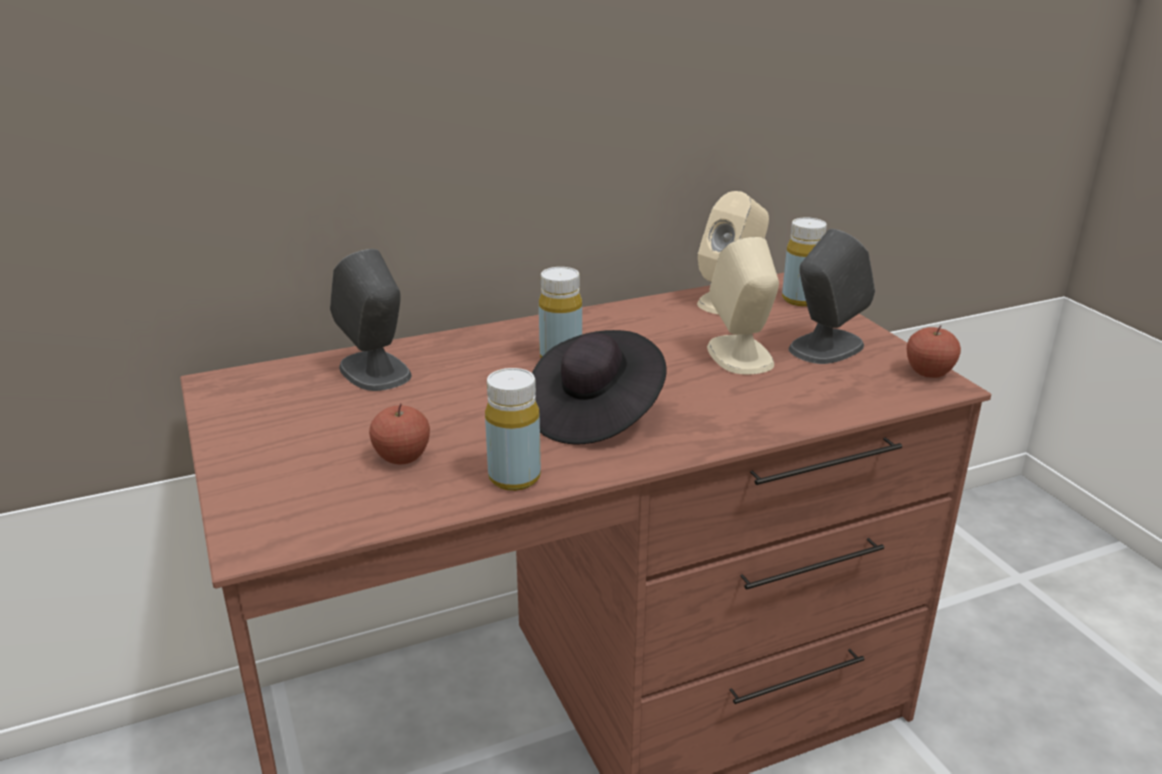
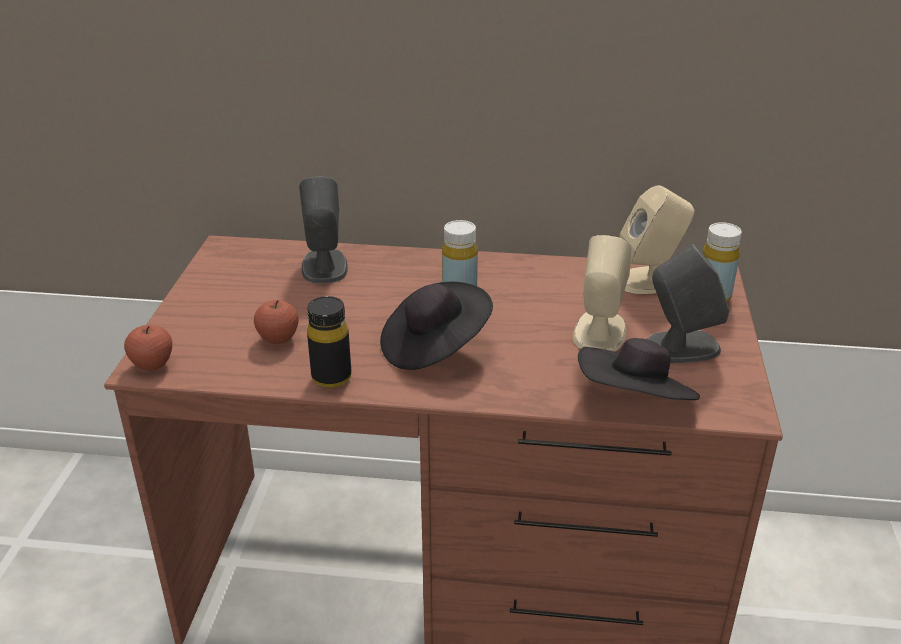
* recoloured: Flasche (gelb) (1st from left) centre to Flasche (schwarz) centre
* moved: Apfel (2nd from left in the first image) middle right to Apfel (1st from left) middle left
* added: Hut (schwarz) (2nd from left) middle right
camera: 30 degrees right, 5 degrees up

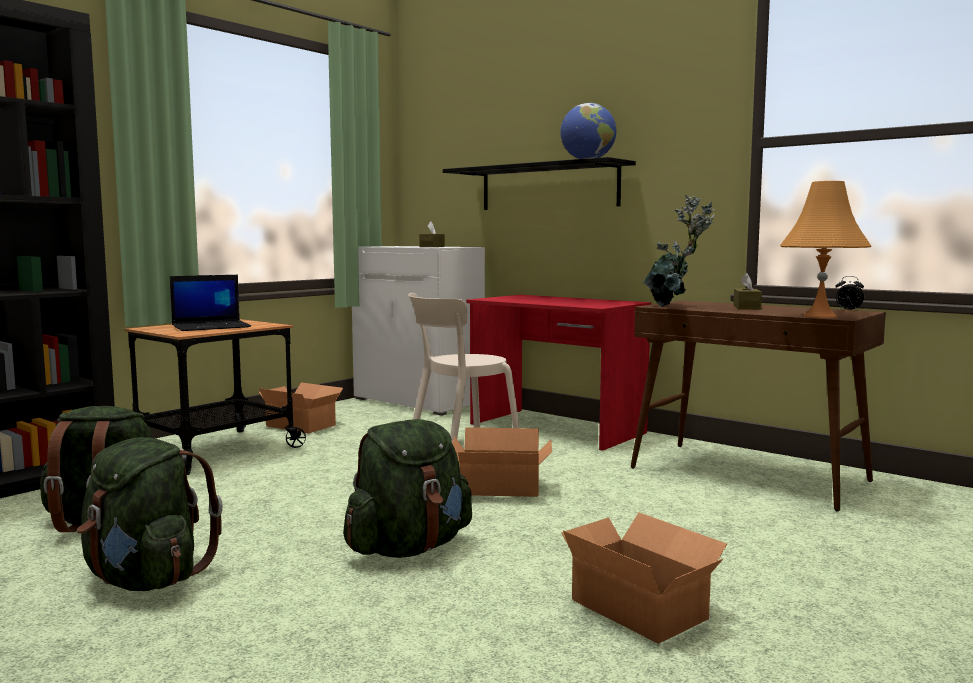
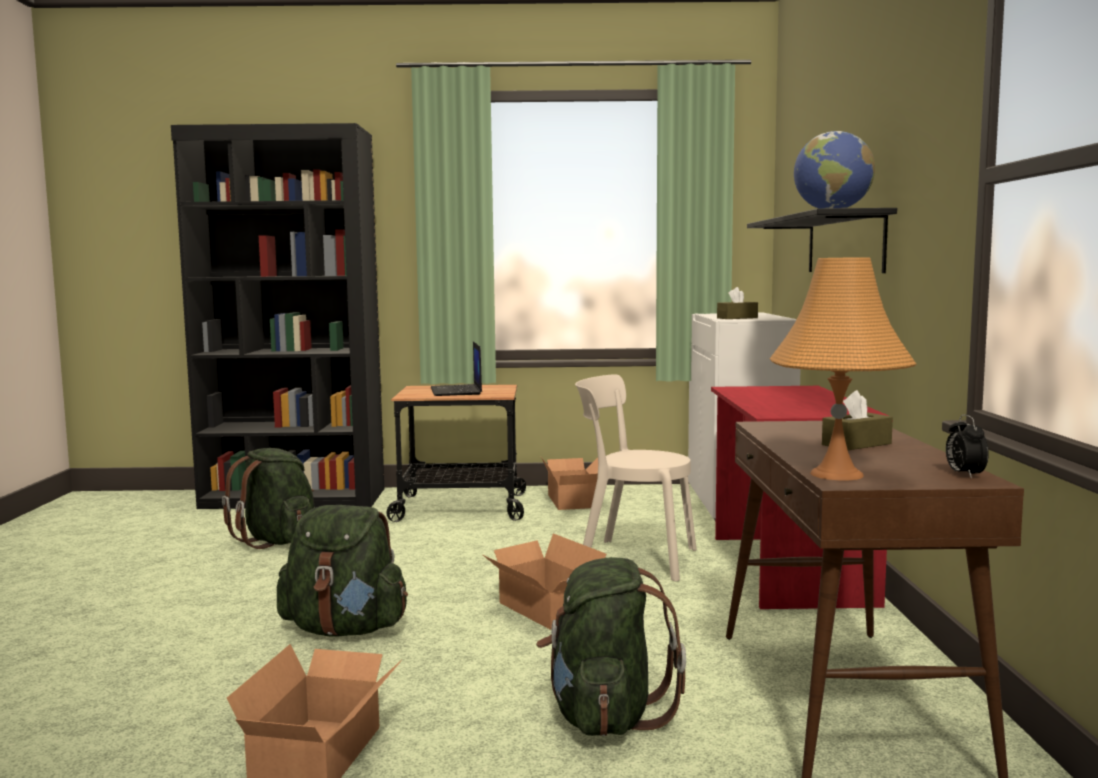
* moved: Rucksack (grün) (2nd from left in the first image) bottom left to Rucksack (grün) (3rd from left) bottom centre
* turned: Laptop middle left = centre 60 degrees clockwise
* removed: Topfpflanze middle right
camera: 50 degrees right, 0 degrees up

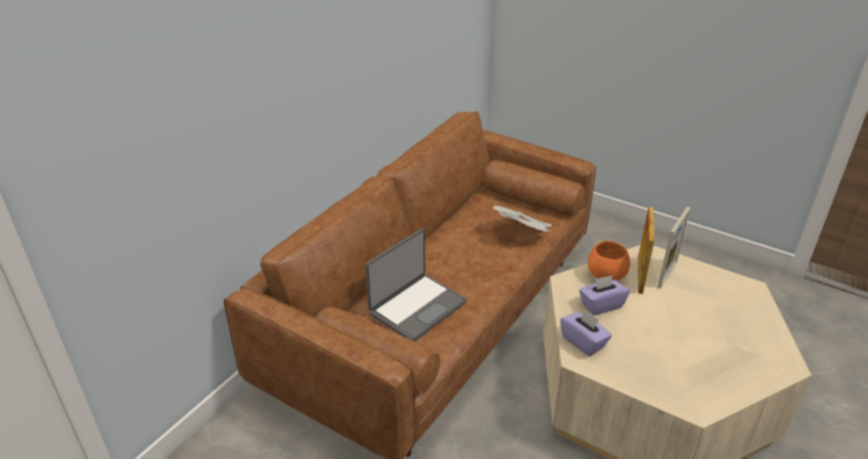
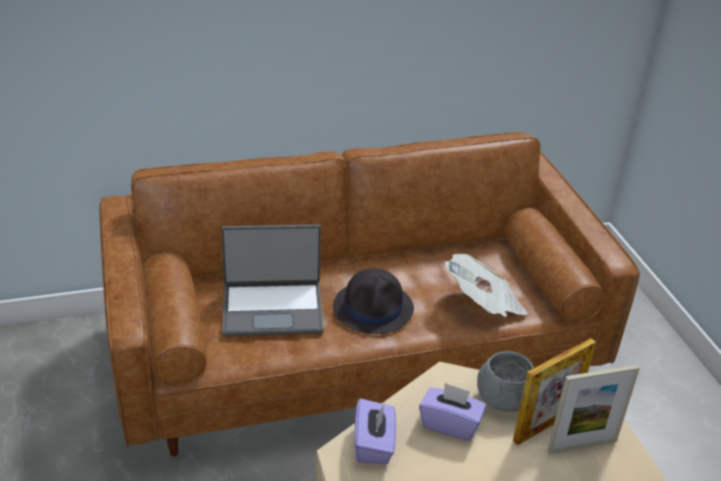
* recoloured: Schüssel (orange) middle right to Schüssel (grau) bottom right
* added: Hut (schwarz) centre
camera: 40 degrees right, 0 degrees up

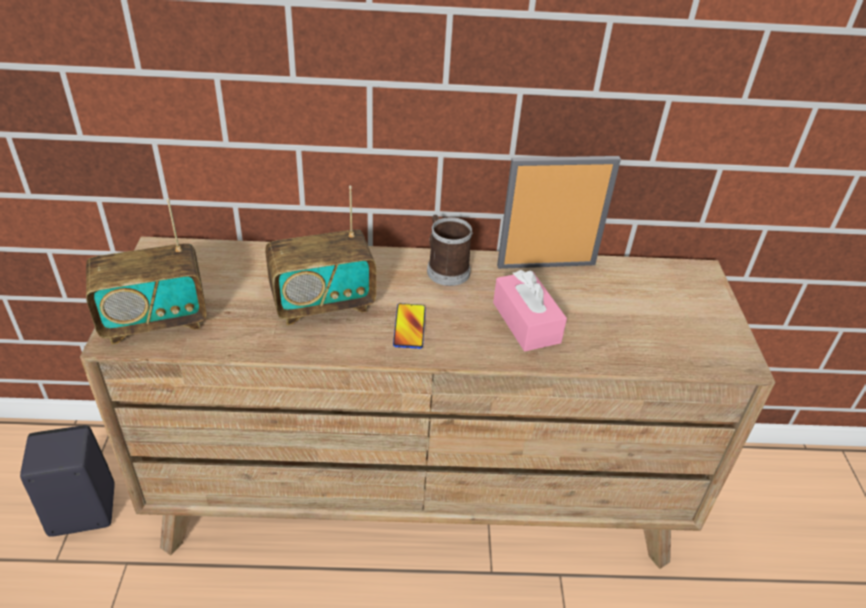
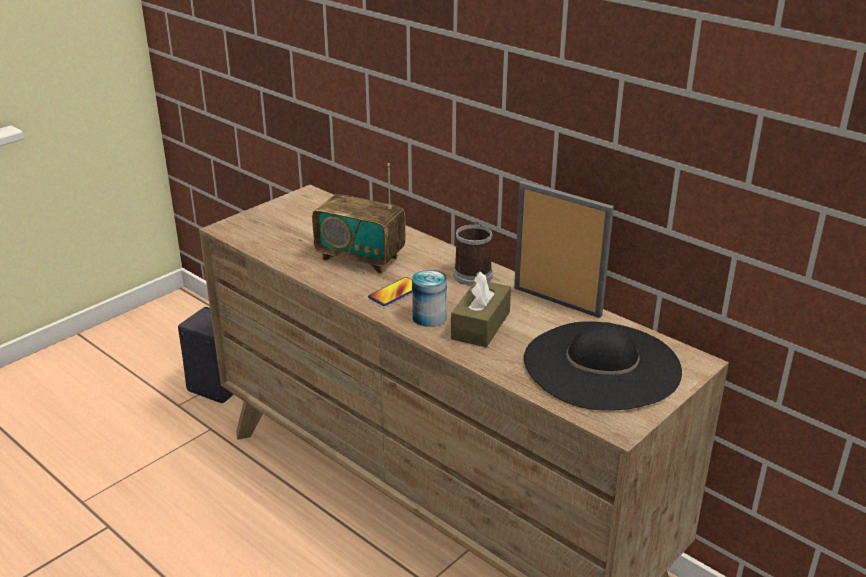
* removed: Radio (1st from left) middle left
* recoloured: Taschentuchbox (rosa) centre to Taschentuchbox (braun) centre
* added: Dose centre
* added: Hut (schwarz) middle right
camera: 45 degrees right, 10 degrees down

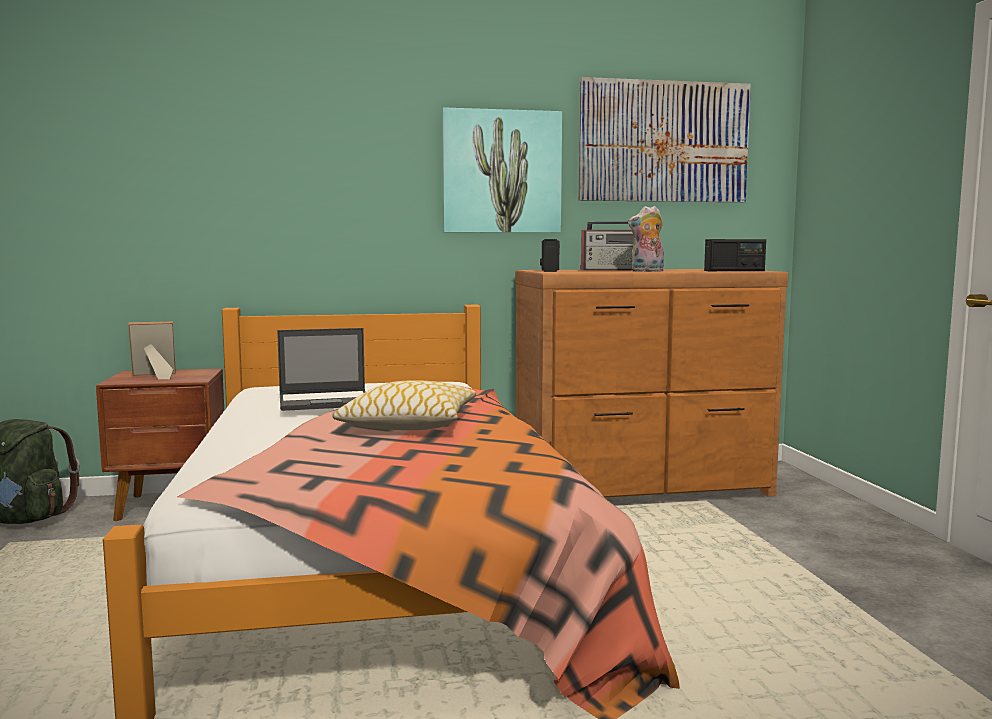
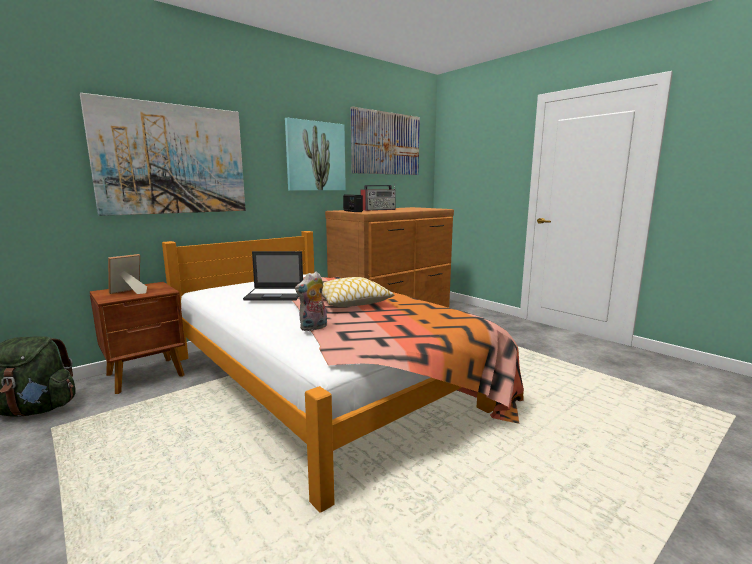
* turned: Laptop middle left = centre 45 degrees clockwise
* moved: Plüschtier top centre to centre
* removed: Radio (3rd from left) middle right
* added: Bild (1st from left) top left
camera: 30 degrees left, 5 degrees up

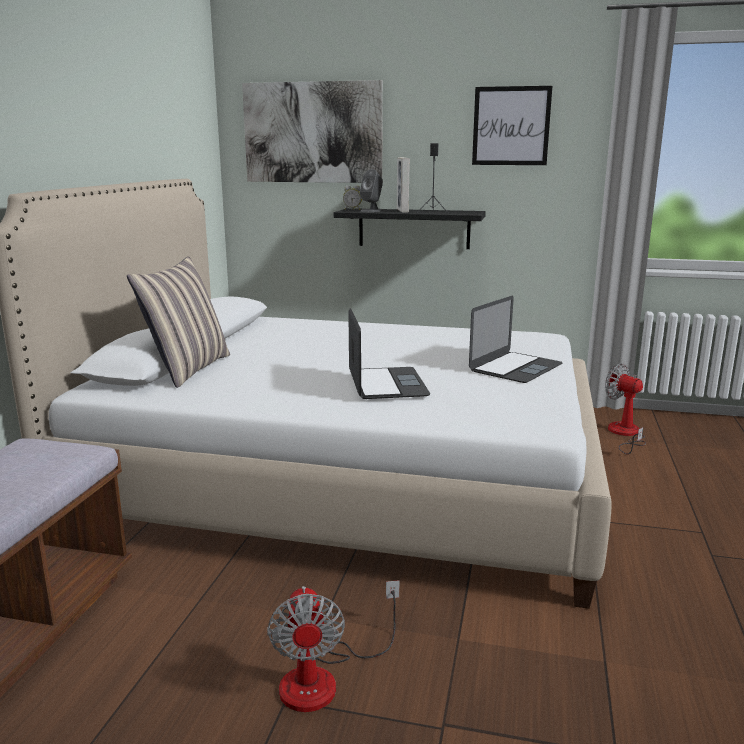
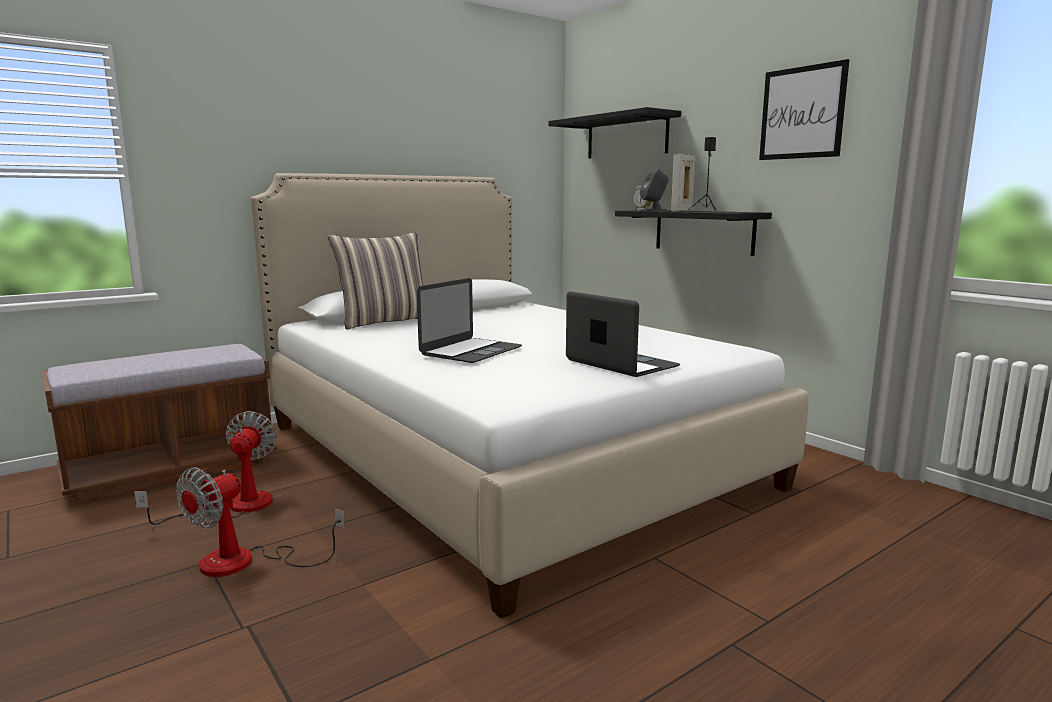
* replaced: Bild (1st from left) top centre to Wandregal (schwarz) (1st from left) top centre
* turned: Laptop (2nd from left) middle right = centre 120 degrees counterclockwise
* moved: Ventilator (2nd from left in the first image) middle right to Ventilator (1st from left) bottom left
camera: 40 degrees right, 5 degrees down

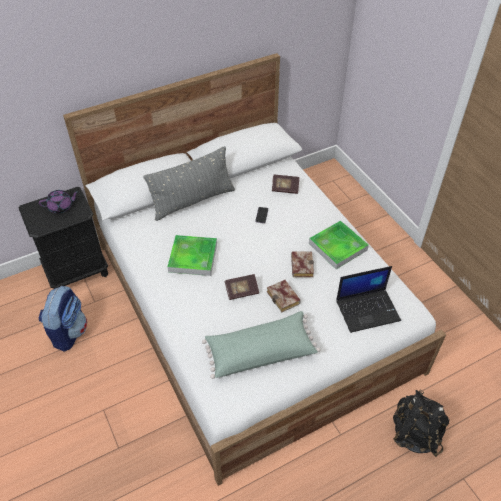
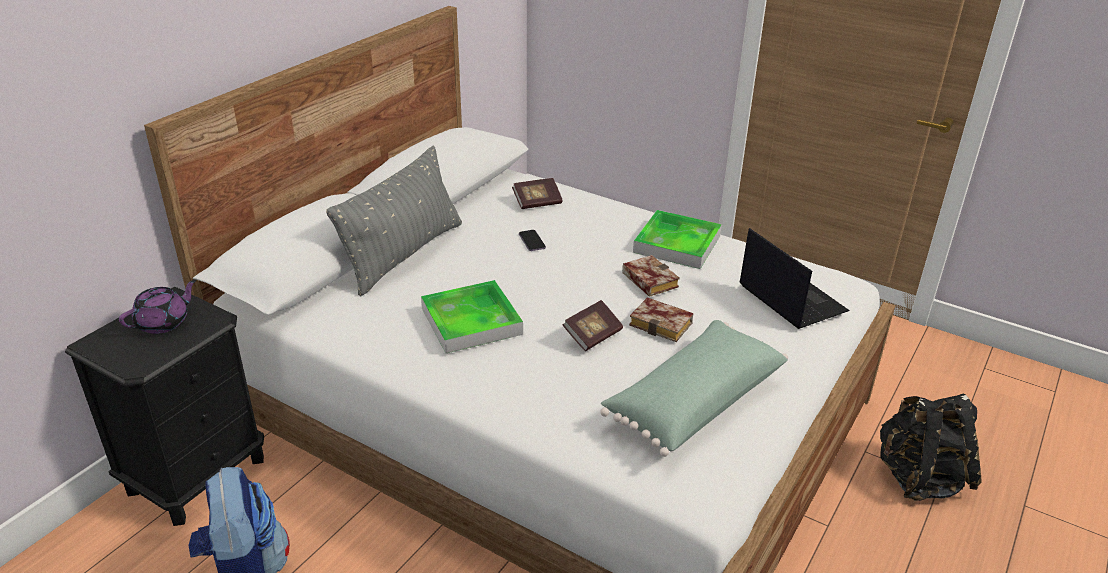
* turned: Laptop middle right = middle right 75 degrees counterclockwise
camera: 30 degrees left, 15 degrees down

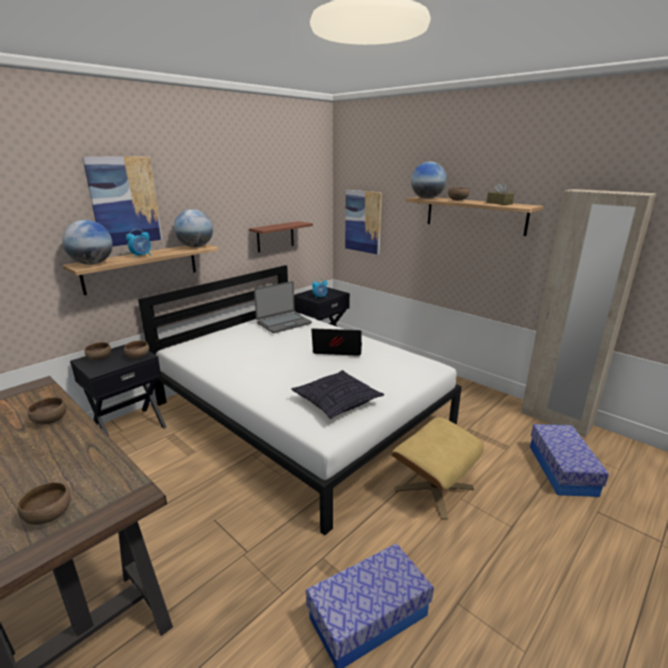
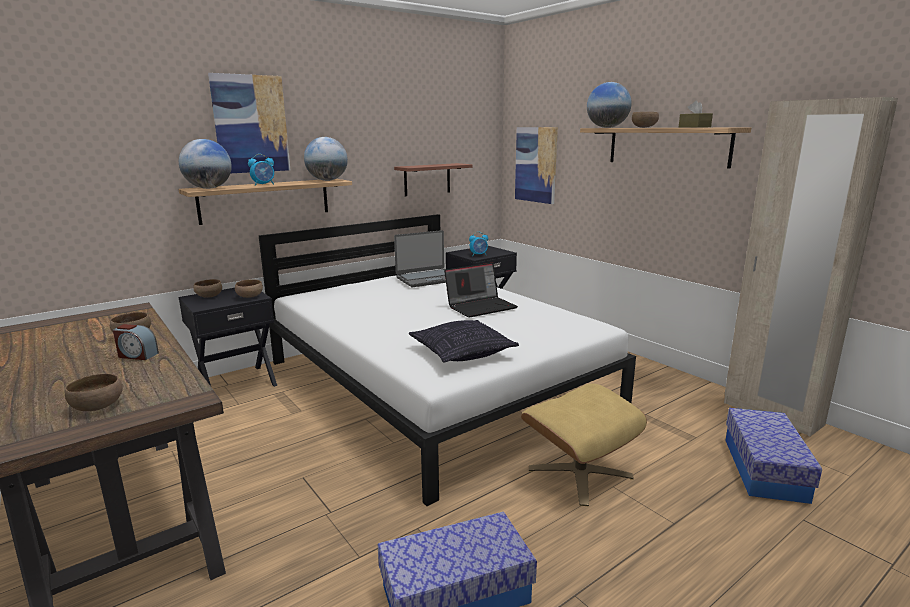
* turned: Laptop (2nd from left) centre = centre 135 degrees clockwise
* added: Wecker (1st from left) middle left
camera: 10 degrees right, 5 degrees down

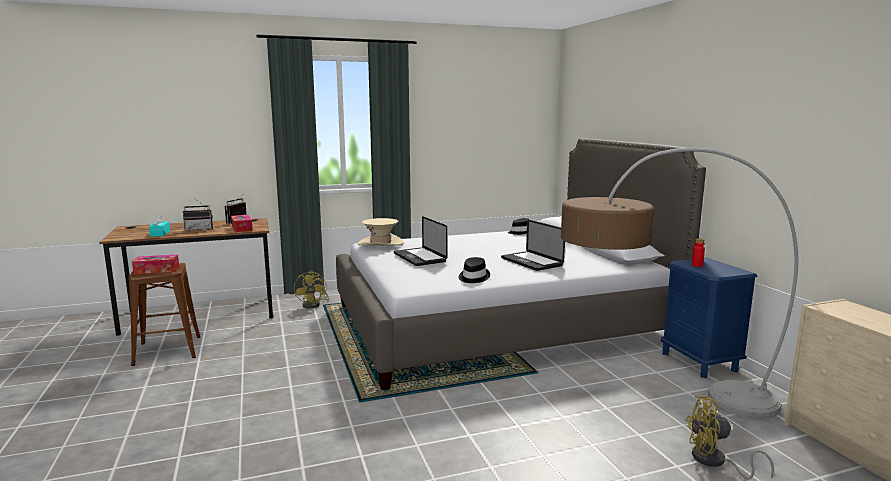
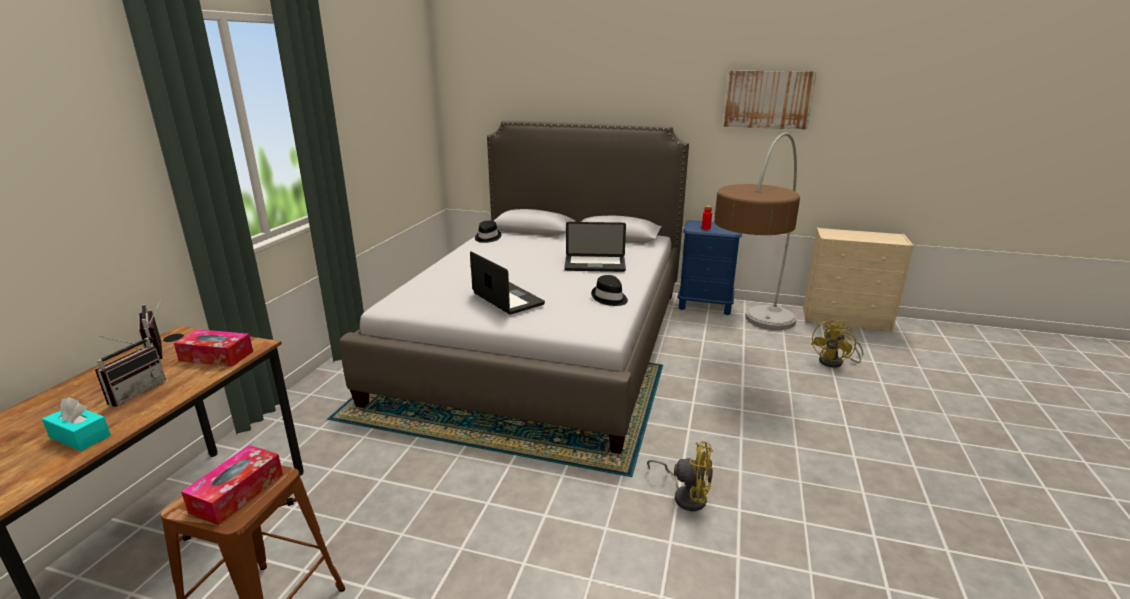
* moved: Ventilator (gelb) (1st from left) centre to bottom centre
* removed: Hut (beige) centre
* turned: Laptop (1st from left) centre = centre 135 degrees counterclockwise
* added: Bild top right
camera: 55 degrees left, 10 degrees up

